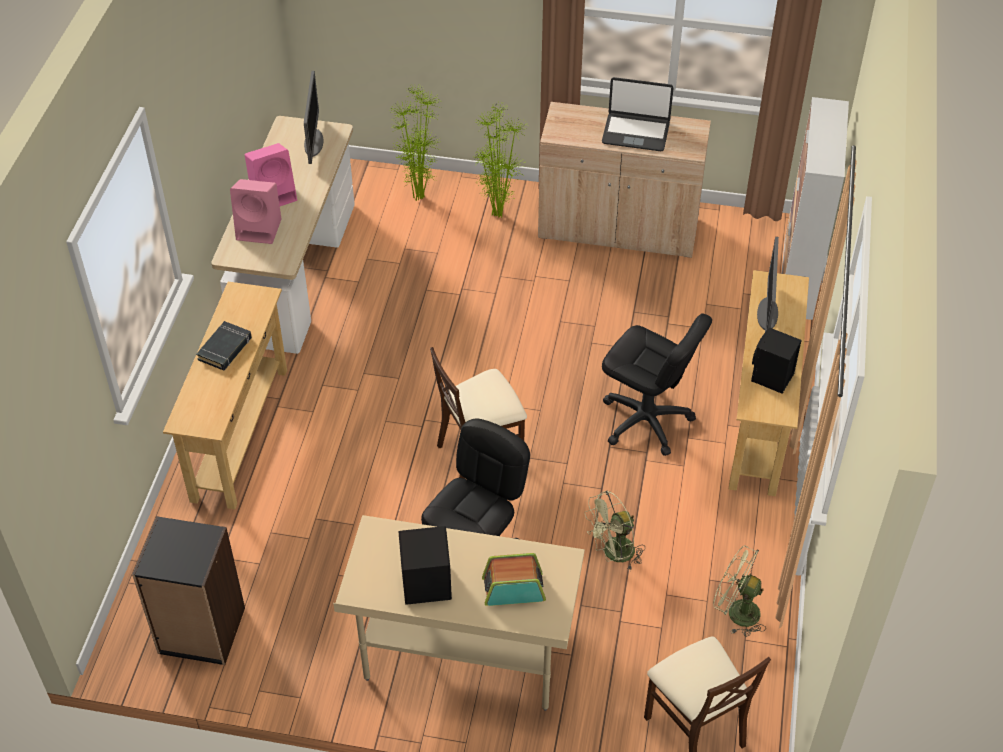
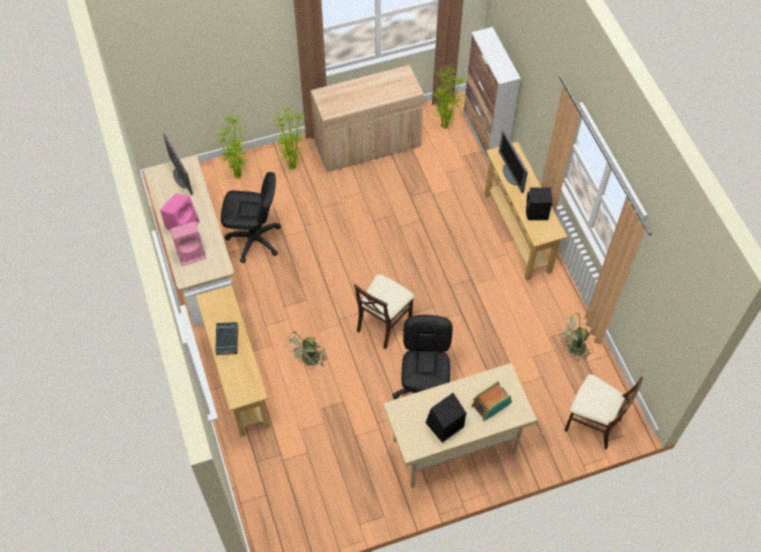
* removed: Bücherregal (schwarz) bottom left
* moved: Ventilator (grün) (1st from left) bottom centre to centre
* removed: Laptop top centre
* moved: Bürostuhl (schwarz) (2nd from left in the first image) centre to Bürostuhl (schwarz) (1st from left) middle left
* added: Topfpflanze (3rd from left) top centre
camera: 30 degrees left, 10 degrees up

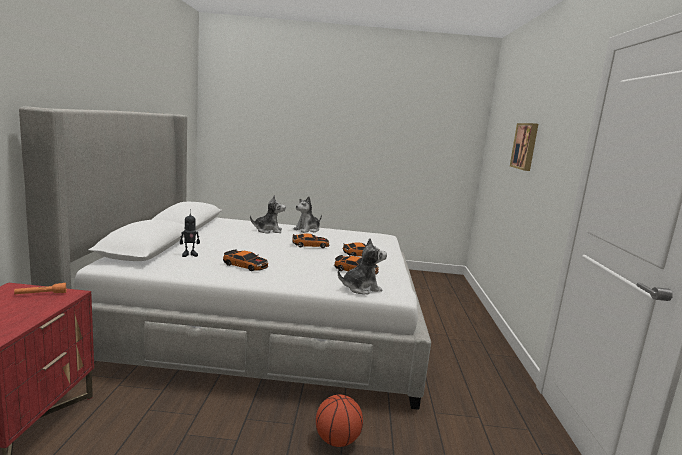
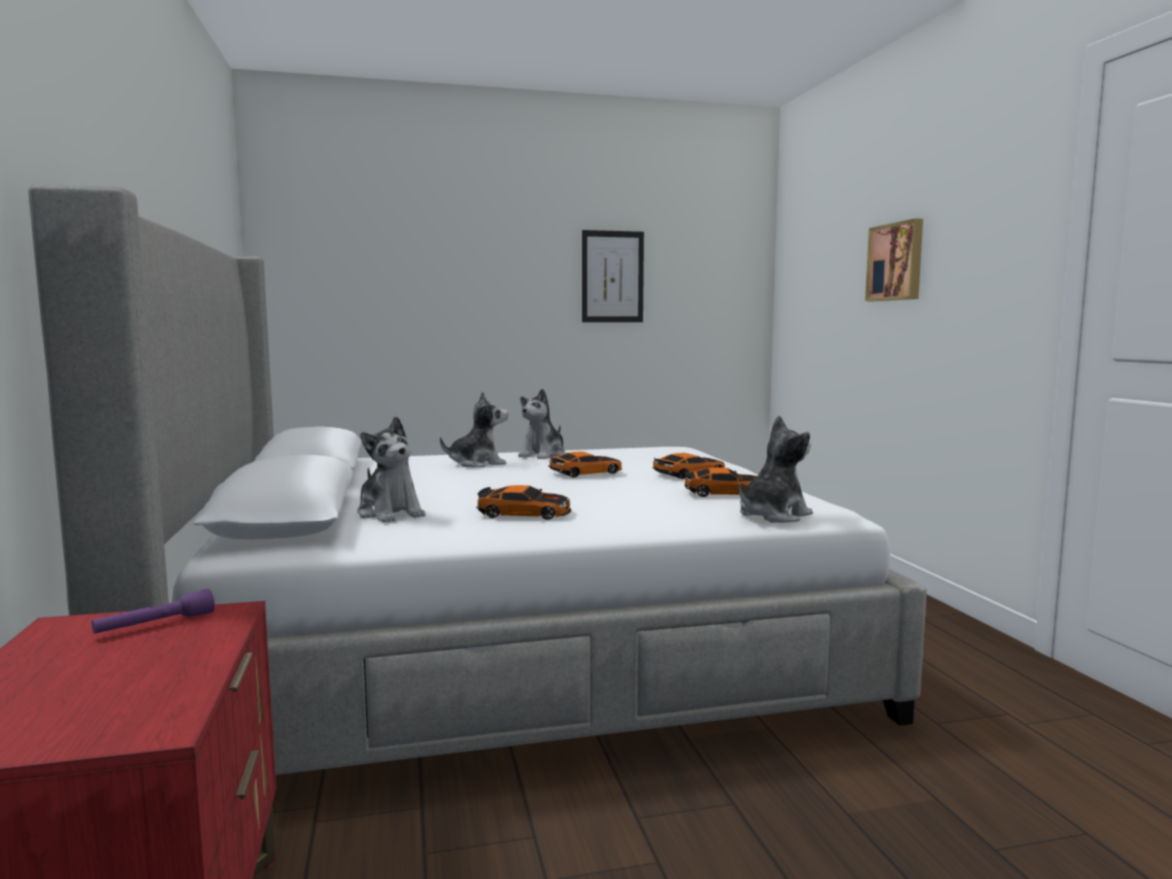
* recoloured: Taschenlampe (orange) middle left to Taschenlampe (lila) bottom left
* replaced: Spielzeugroboter middle left to Plüschtier (1st from left) centre
* removed: Basketball bottom centre
* added: Bild (1st from left) top centre
camera: 15 degrees left, 5 degrees down

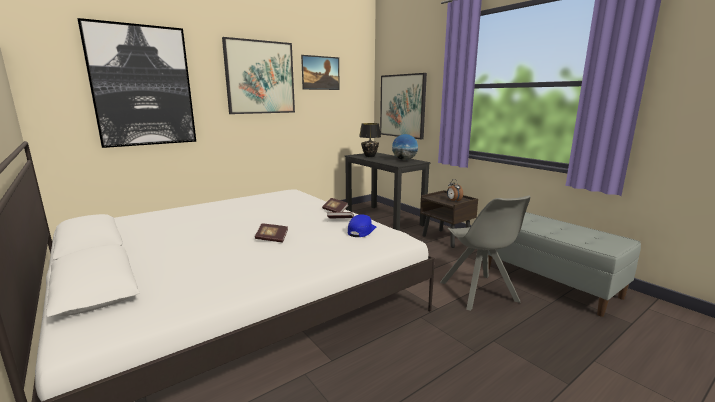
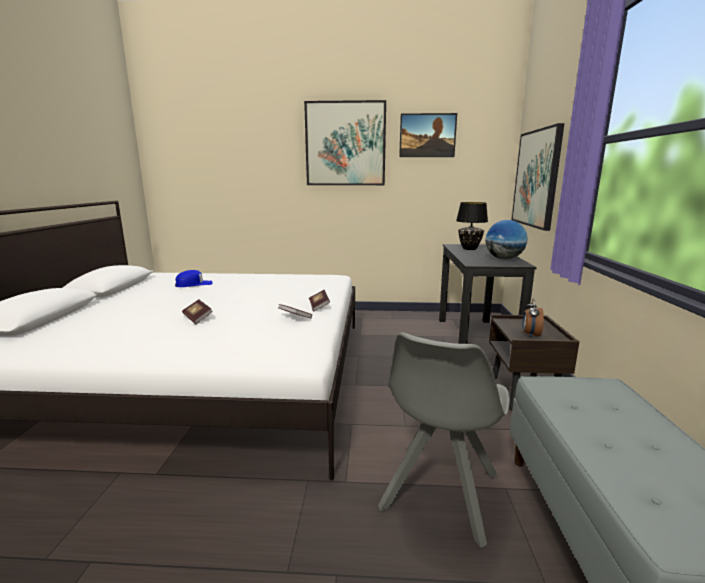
* removed: Bild (1st from left) top left
* moved: Kappe (blau) centre to middle left
camera: 40 degrees right, 0 degrees up

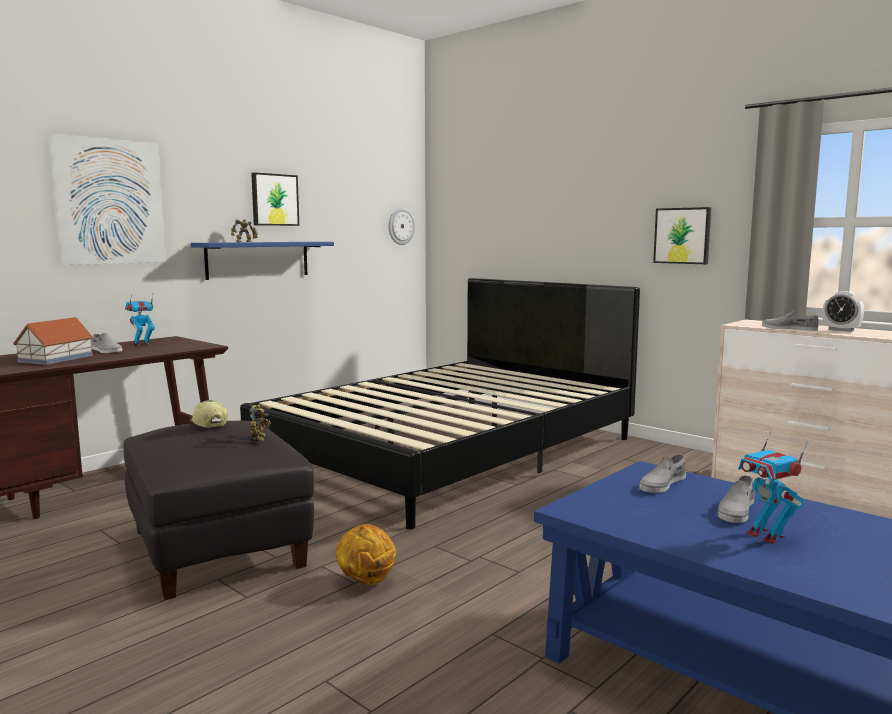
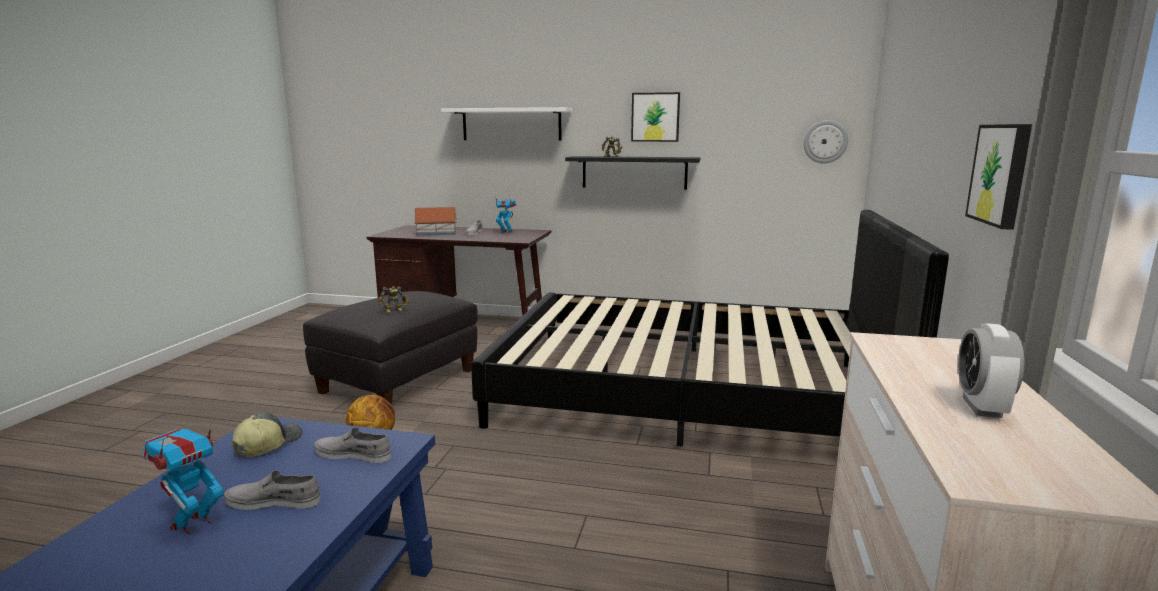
* replaced: Bild (1st from left) top left to Wandregal (weiß) top centre
* moved: Kappe middle left to bottom left
* recoloured: Wandregal (blau) middle left to Wandregal (schwarz) top centre
* removed: Schuh (grau) (4th from left) middle right
camera: 60 degrees right, 5 degrees up

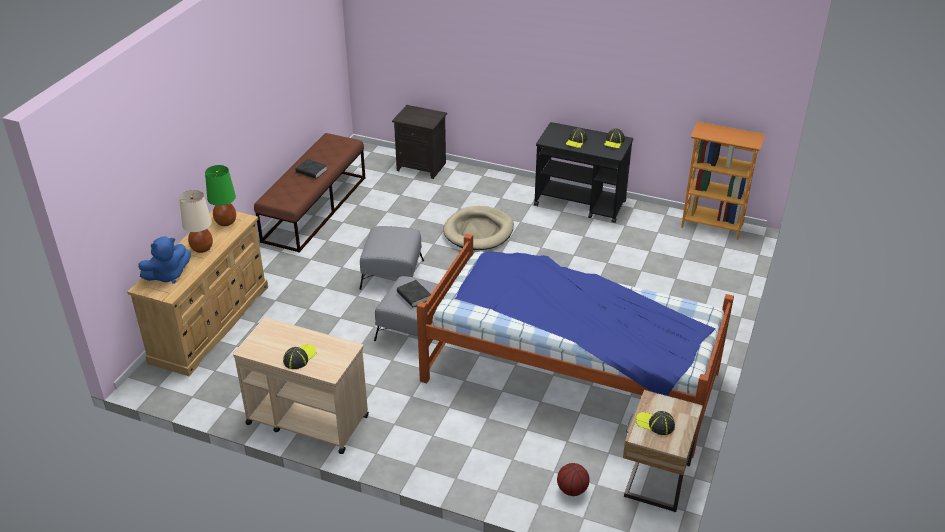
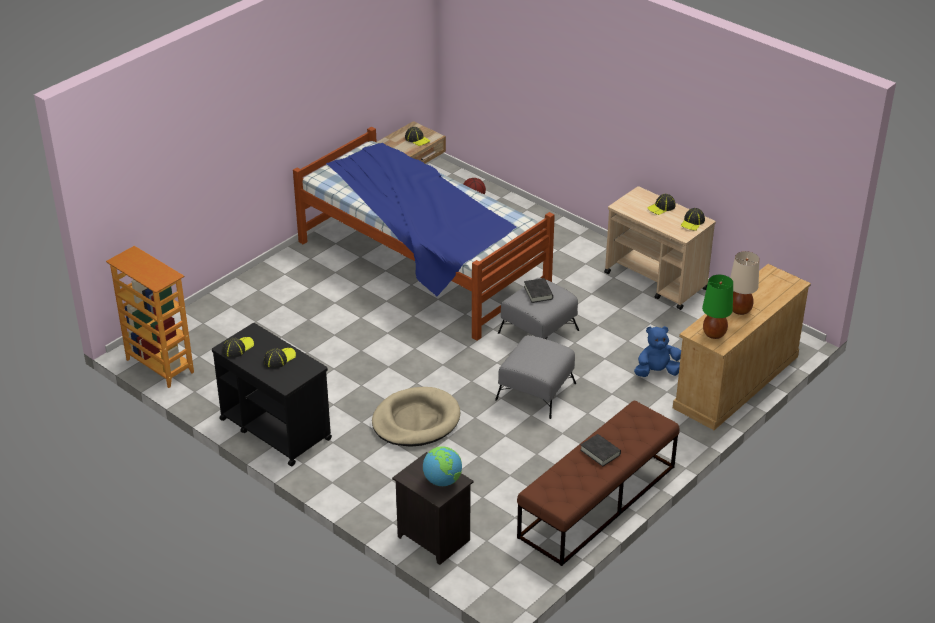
* moved: Plüschtier (blau) middle left to middle right
* added: Globus bottom centre
* added: Kappe (5th from left) middle right
camera: 160 degrees left, 0 degrees up

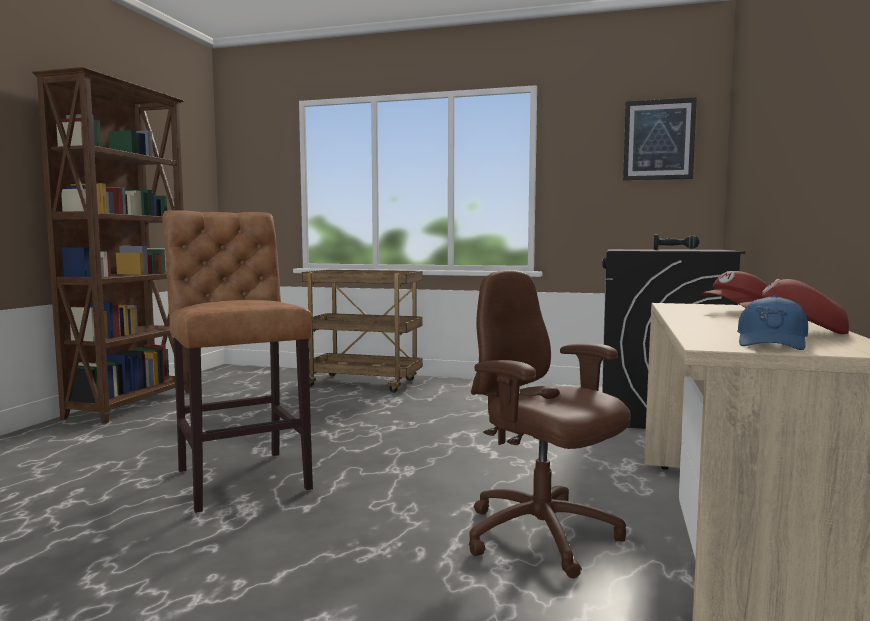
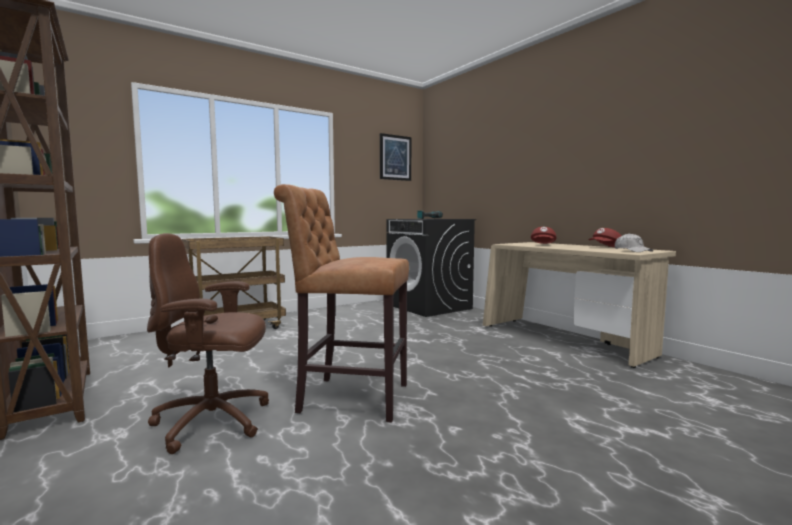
* moved: Bürostuhl (braun) bottom centre to middle left
* recoloured: Kappe (blau) middle right to Kappe (weiß) middle right
camera: 50 degrees left, 0 degrees up

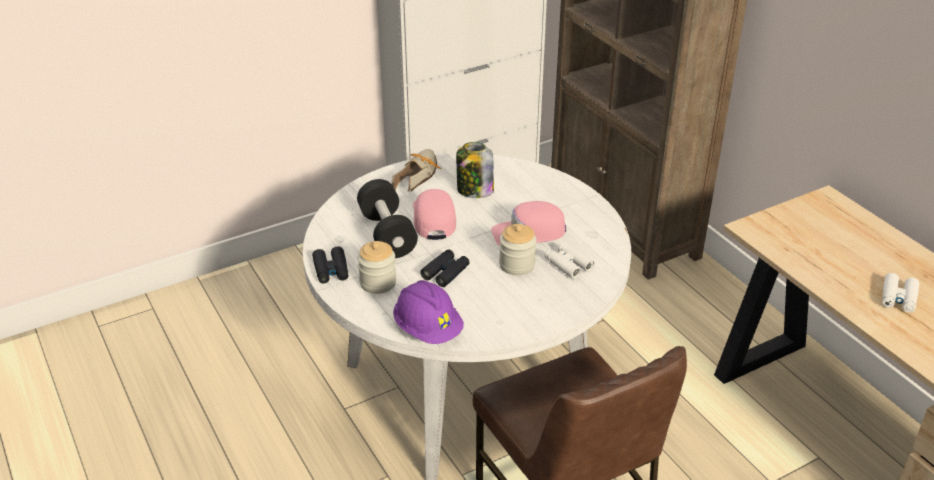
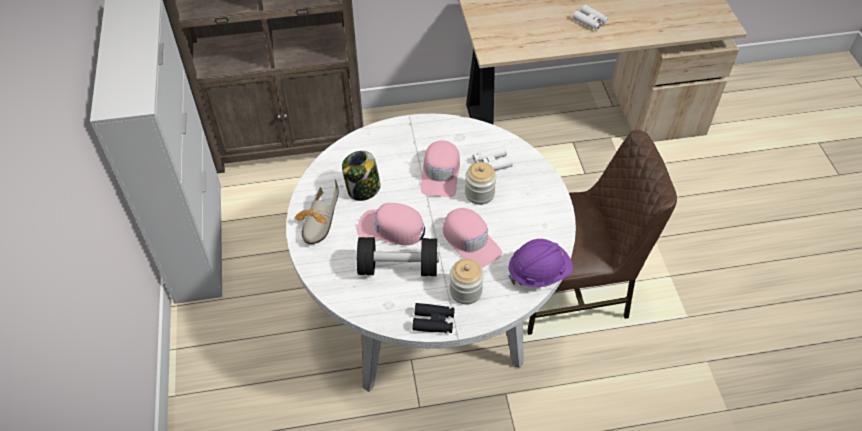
* turned: Schuh centre = centre 120 degrees counterclockwise
* replaced: Fernglas (schwarz) (2nd from left) centre to Kappe (rosa) (3rd from left) centre
camera: 70 degrees left, 15 degrees up

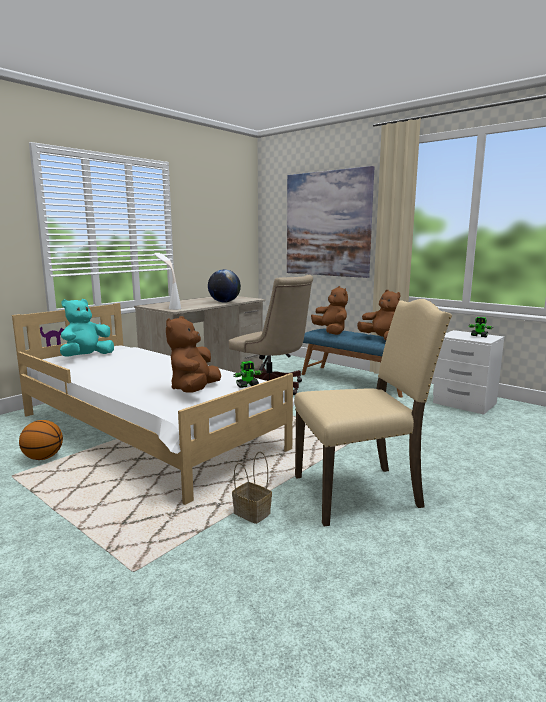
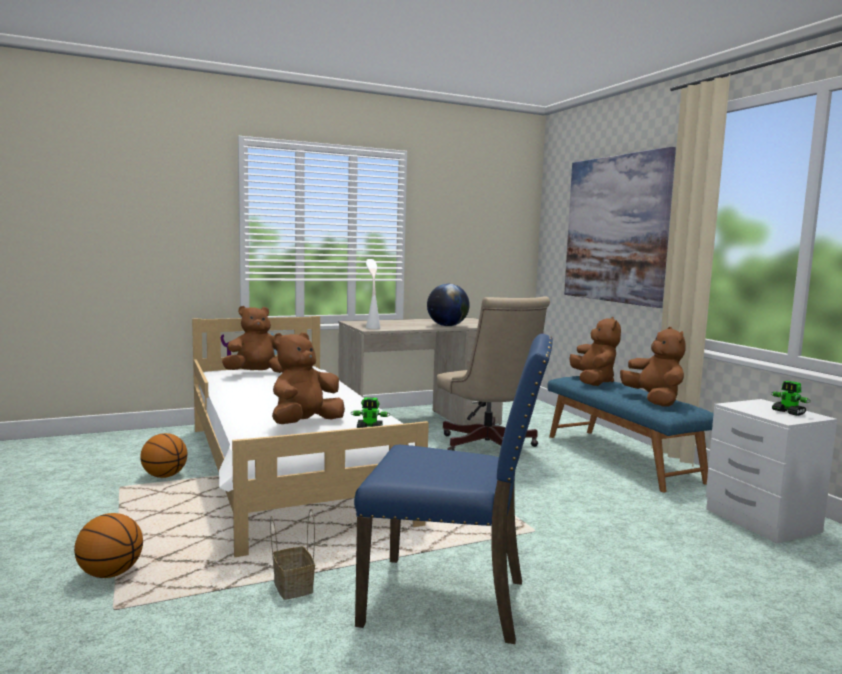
* recoloured: Plüschtier (türkis) middle left to Plüschtier (braun) (1st from left) middle left
* recoloured: Stuhl (beige) middle right to Stuhl (blau) bottom centre
* added: Basketball (1st from left) bottom left
camera: 25 degrees right, 5 degrees down

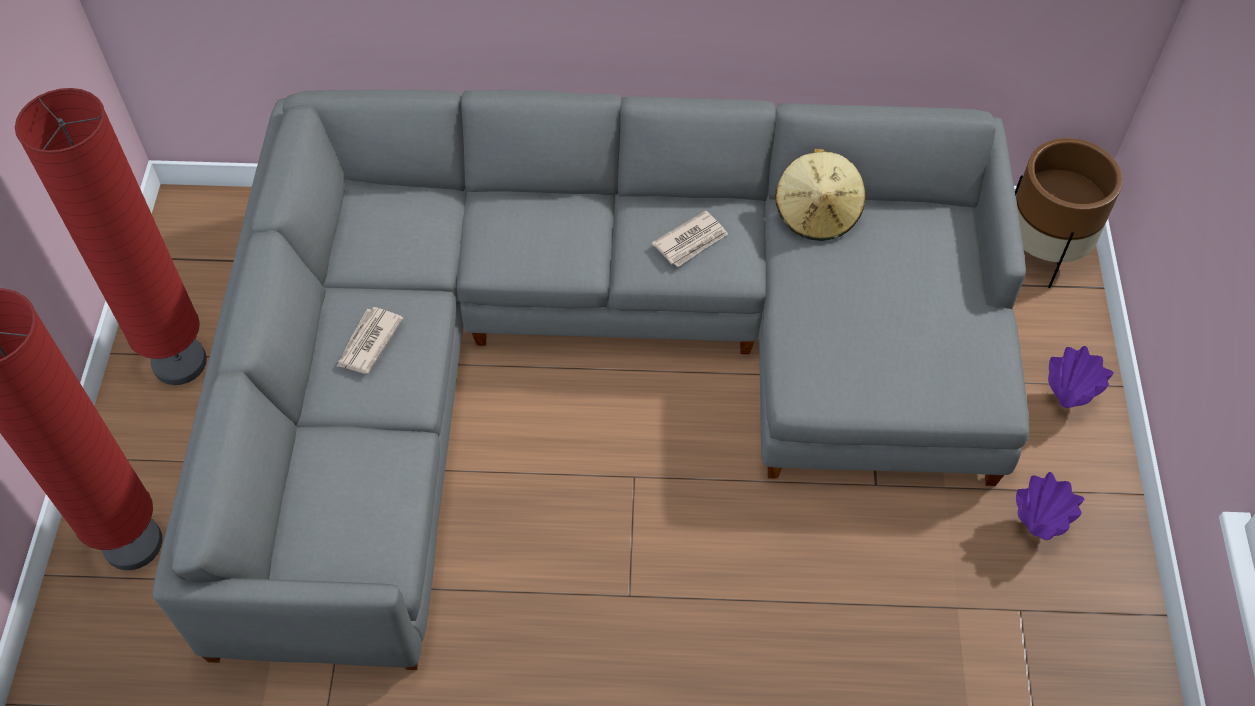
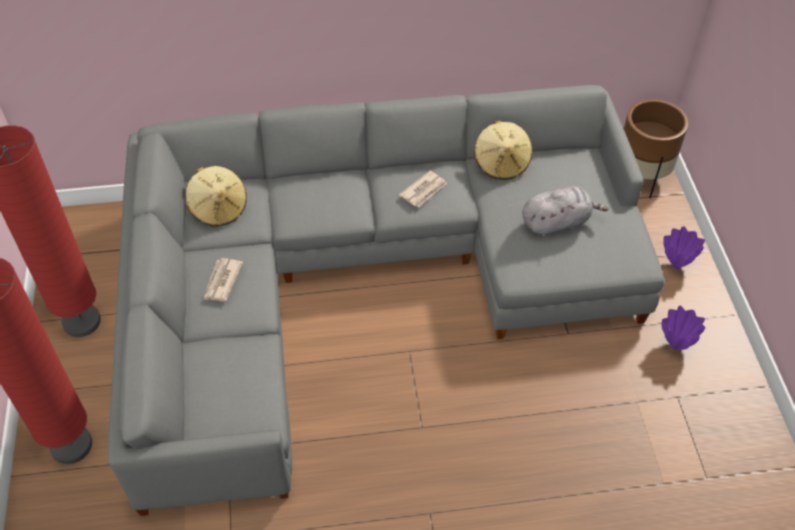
* added: Hut (beige) (1st from left) middle left
* added: Plüschtier (grau) middle right
camera: 10 degrees left, 5 degrees down

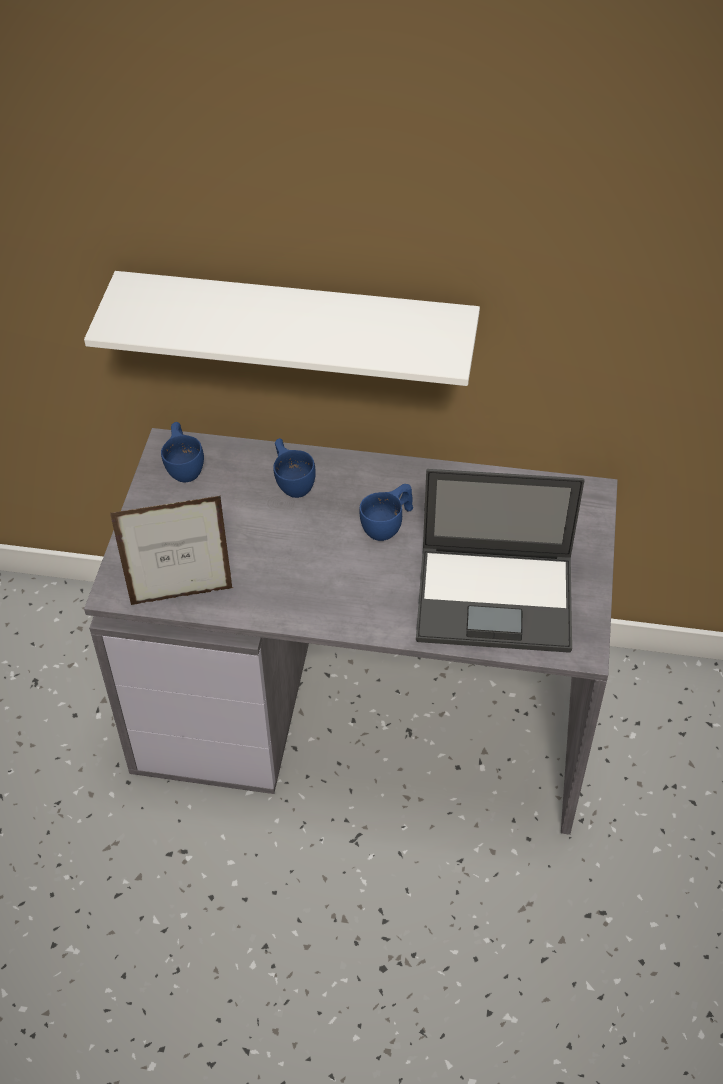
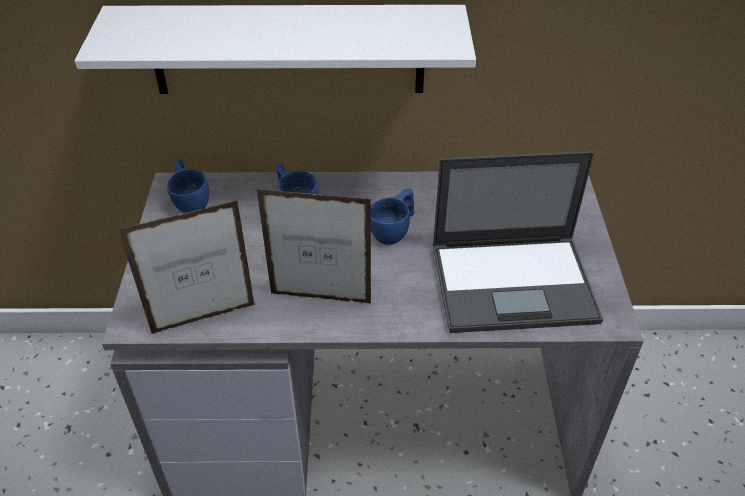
* added: Bilderrahmen (2nd from left) centre
camera: 10 degrees left, 5 degrees down

